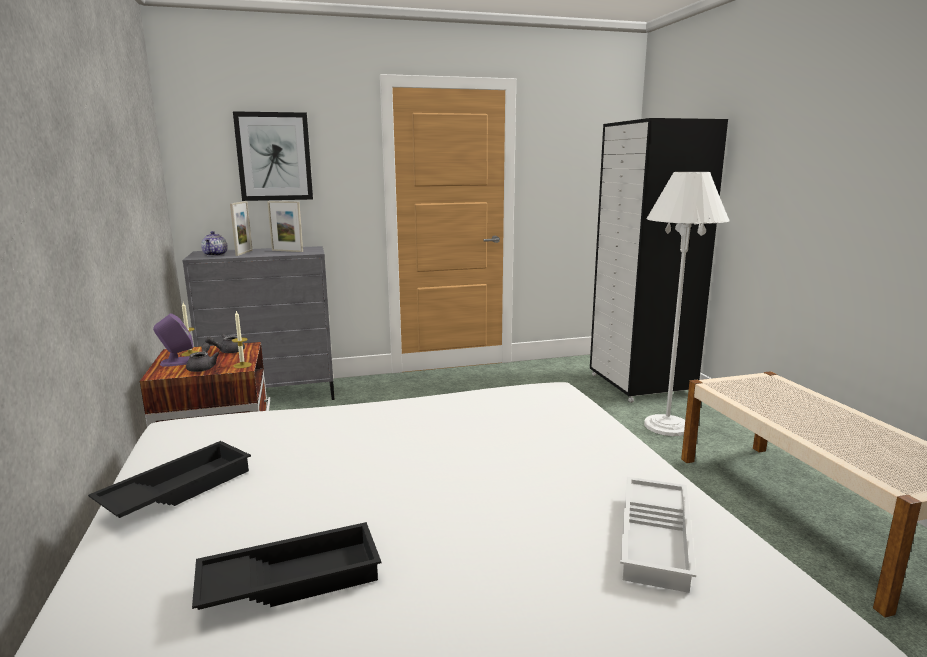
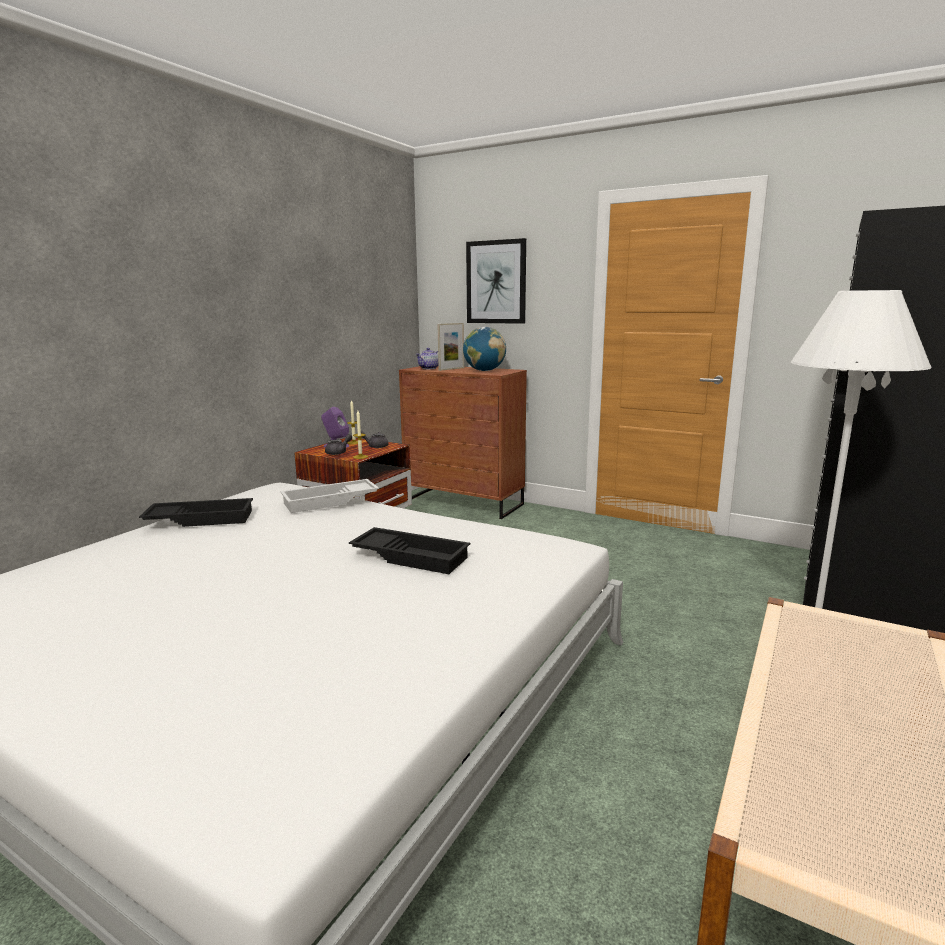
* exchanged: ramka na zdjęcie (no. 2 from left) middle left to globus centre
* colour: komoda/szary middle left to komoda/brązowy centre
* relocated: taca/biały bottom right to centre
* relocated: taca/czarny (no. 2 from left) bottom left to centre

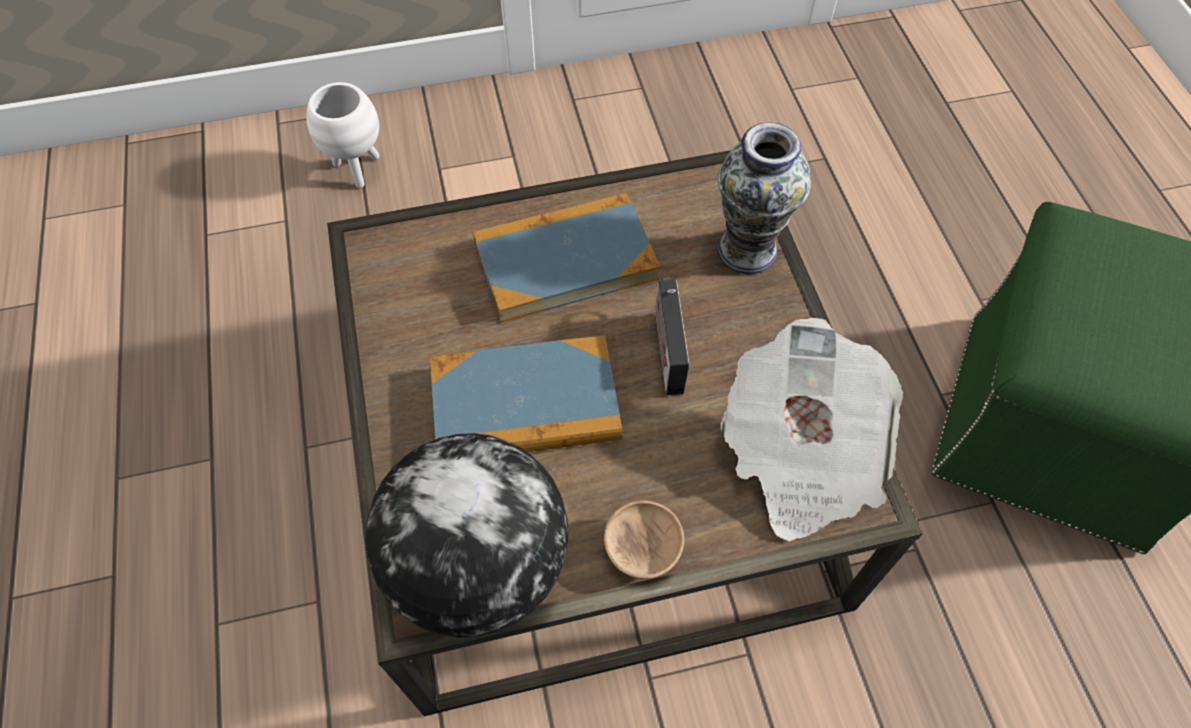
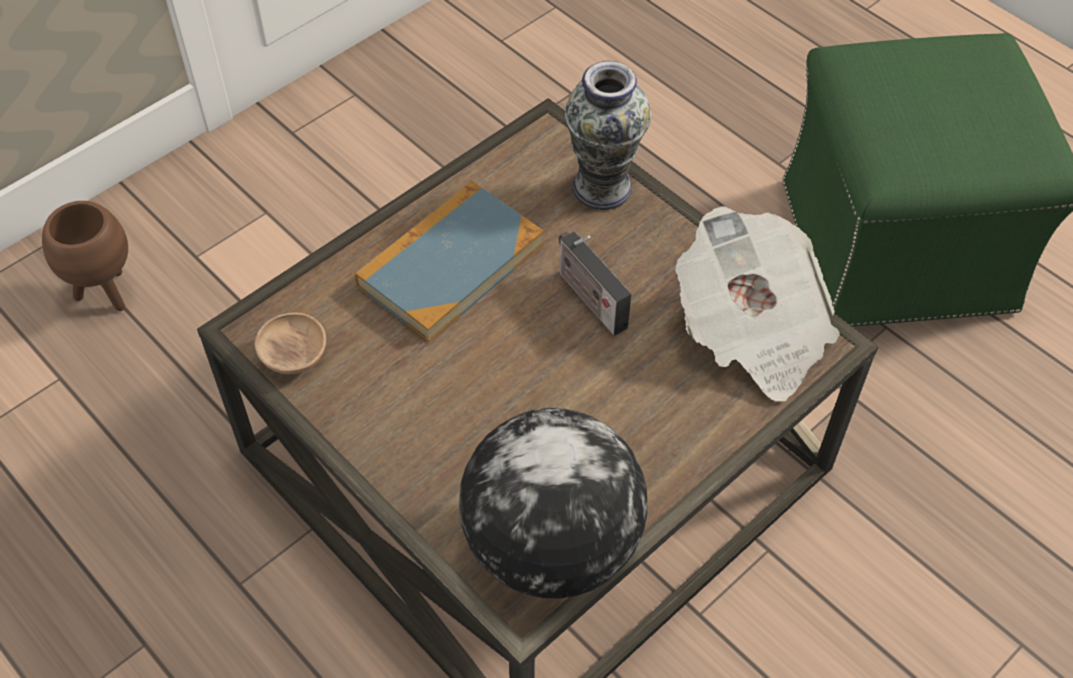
* colour: donica/biały top left to donica/brązowy middle left
* missing: książka (no. 1 from left) centre
* relocated: miska/brązowy bottom centre to middle left

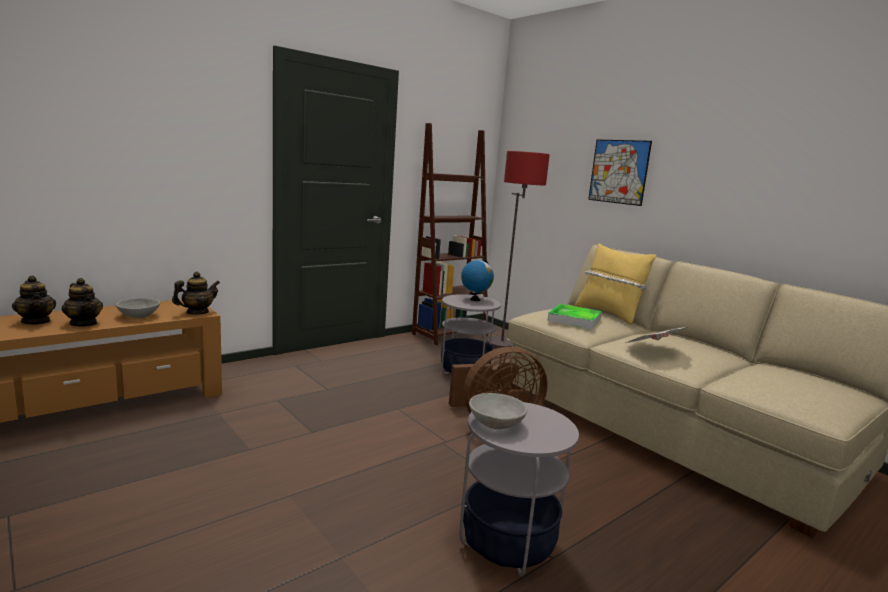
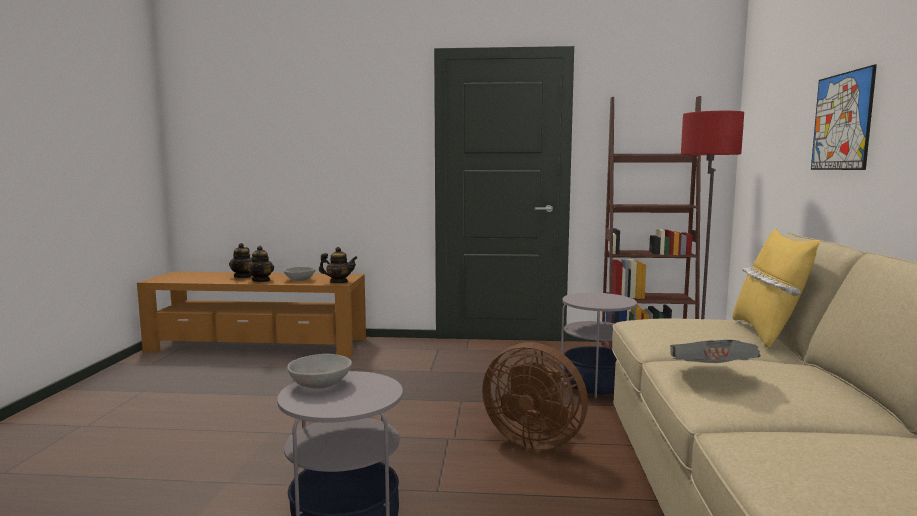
* missing: globus centre
* missing: taca centre

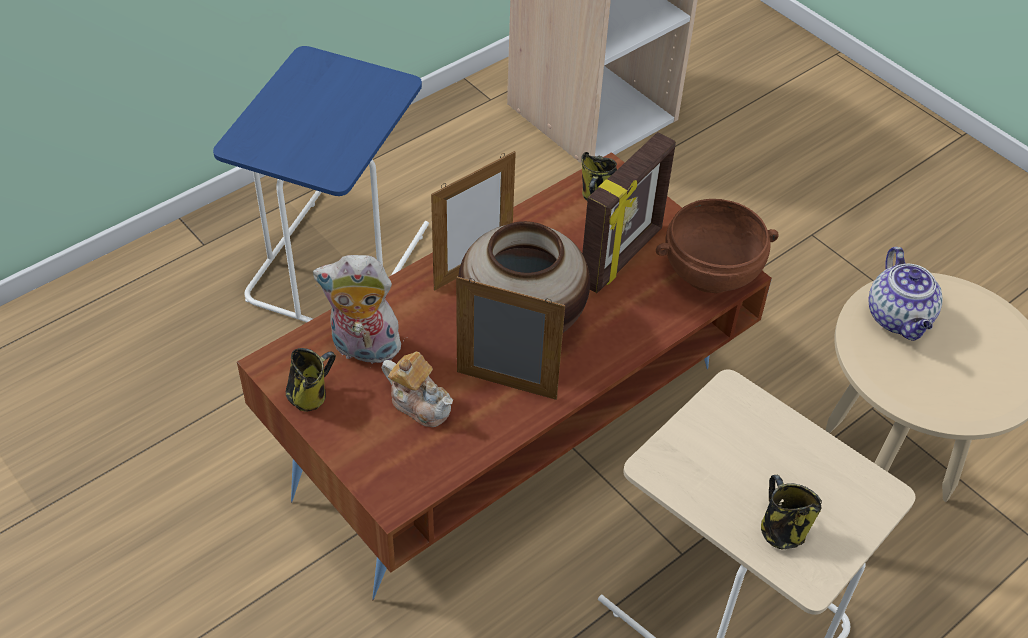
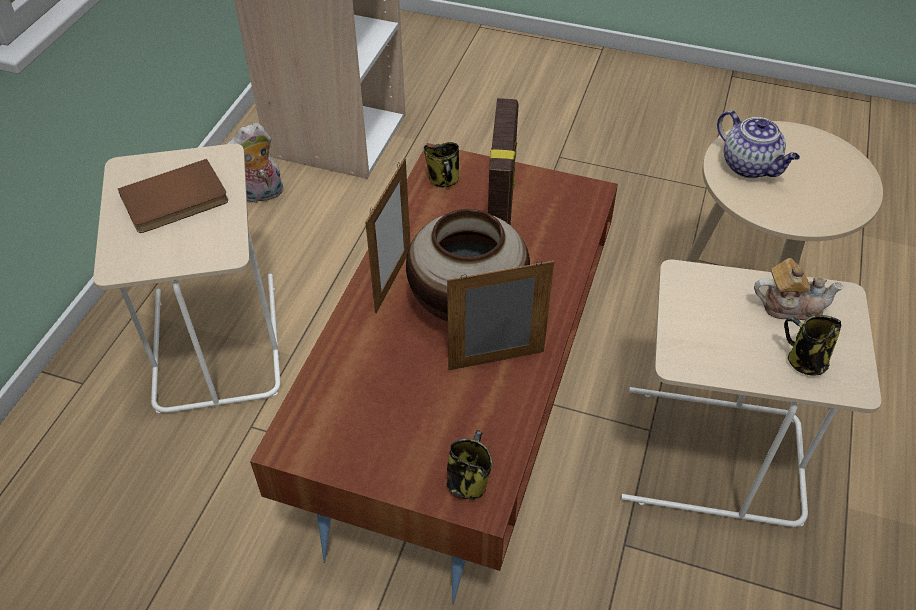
* colour: stolik/niebieski top left to stolik/beżowy (no. 1 from left) middle left
* missing: miska/brązowy middle right
* relocated: pluszak centre to top left
* relocated: kubek (no. 1 from left in the first image) middle left to kubek (no. 2 from left) bottom centre
* relocated: imbryk (no. 1 from left in the first image) centre to imbryk (no. 2 from left) middle right
* appeared: książka/brązowy top left

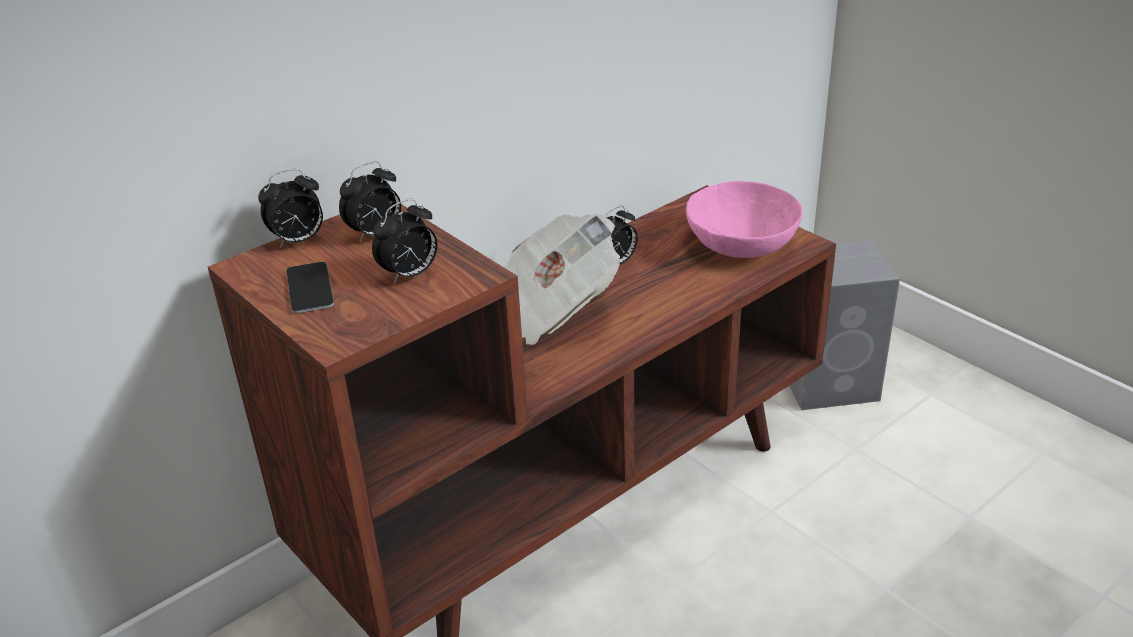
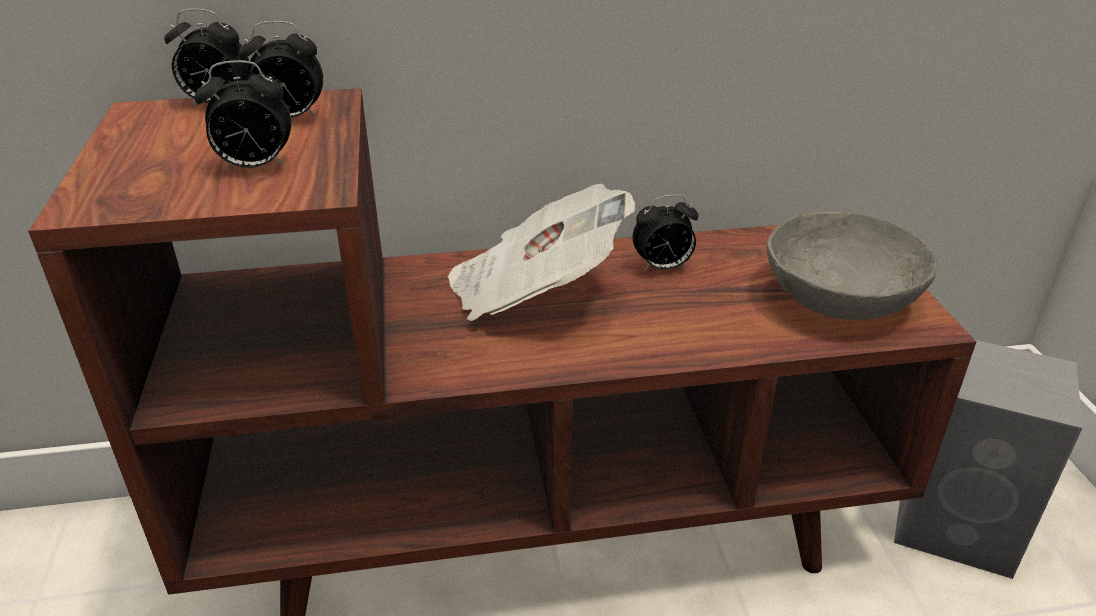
* colour: miska/różowy centre to miska/szary middle right
* missing: telefon middle left

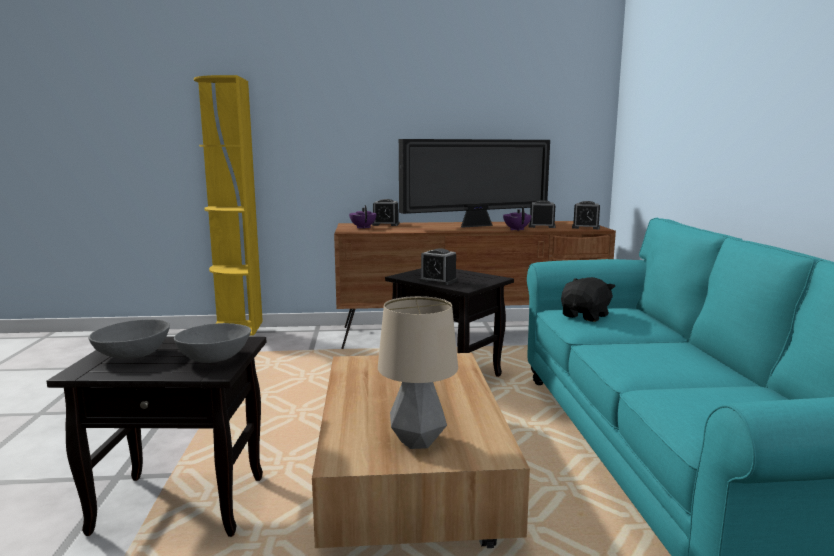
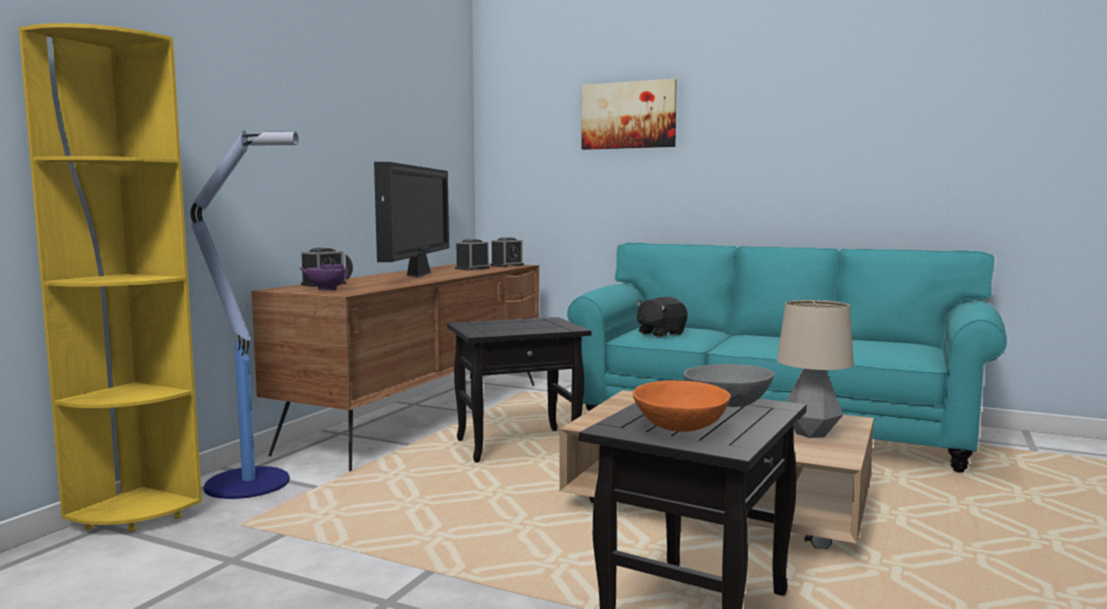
* missing: imbryk/fioletowy (no. 2 from left) centre
* missing: budzik (no. 2 from left) centre
* spun: pluszak/czarny middle right = centre 105 degrees counterclockwise
* colour: miska/szary (no. 1 from left) middle left to miska/pomarańczowy bottom centre
* appeared: obraz top centre
* appeared: lampa stojąca middle left

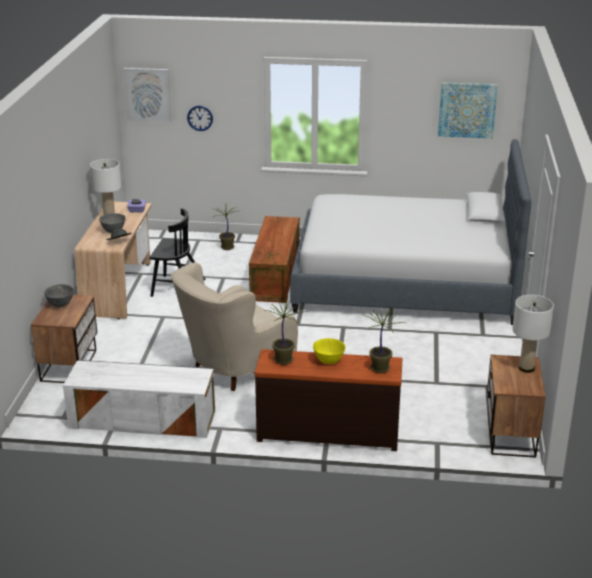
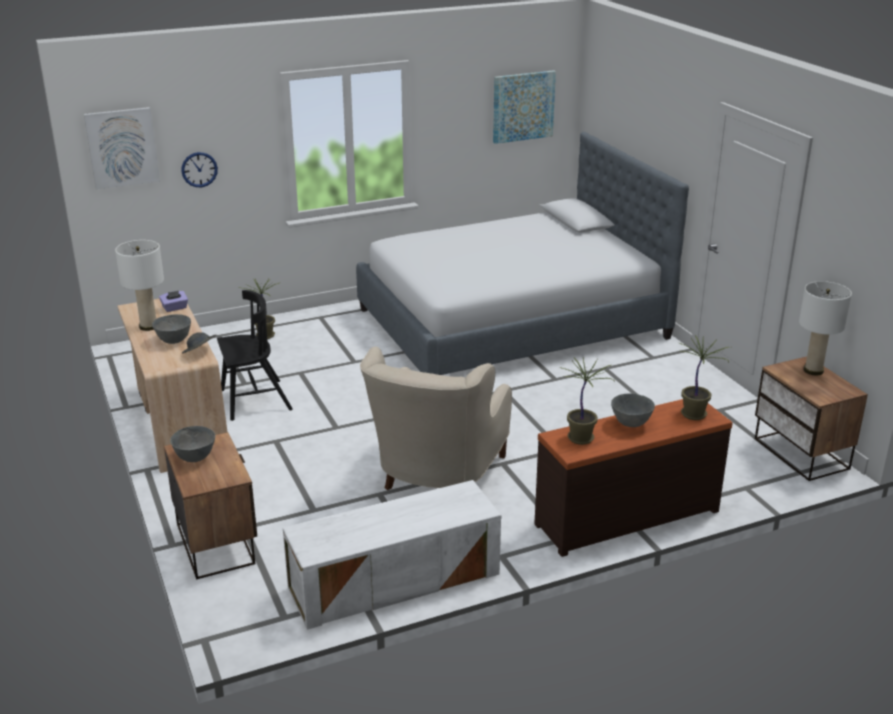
* missing: ławka/brązowy centre
* colour: miska/żółty centre to miska/szary (no. 3 from left) middle right

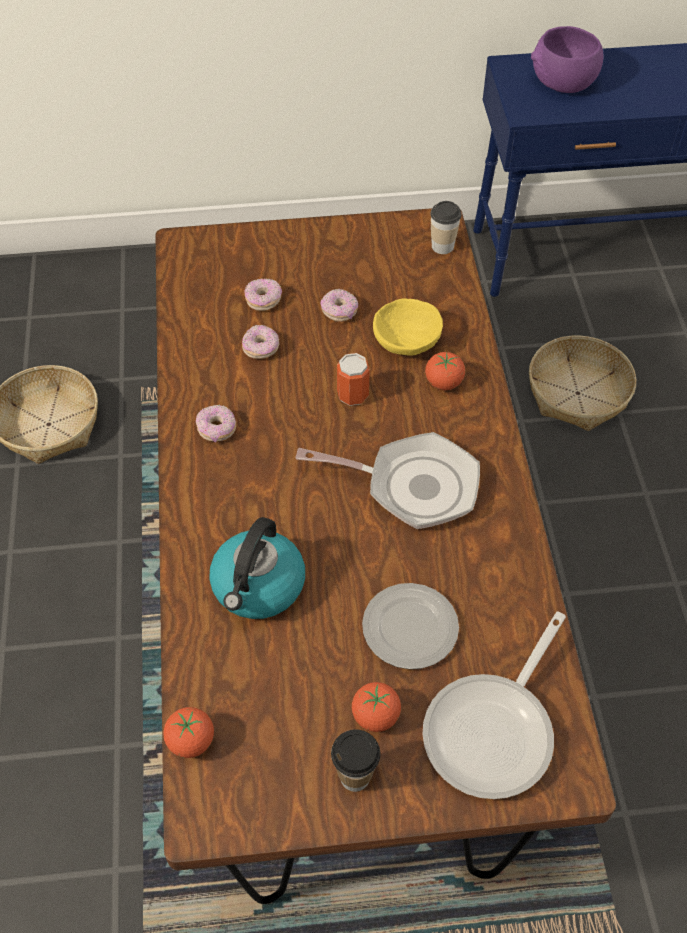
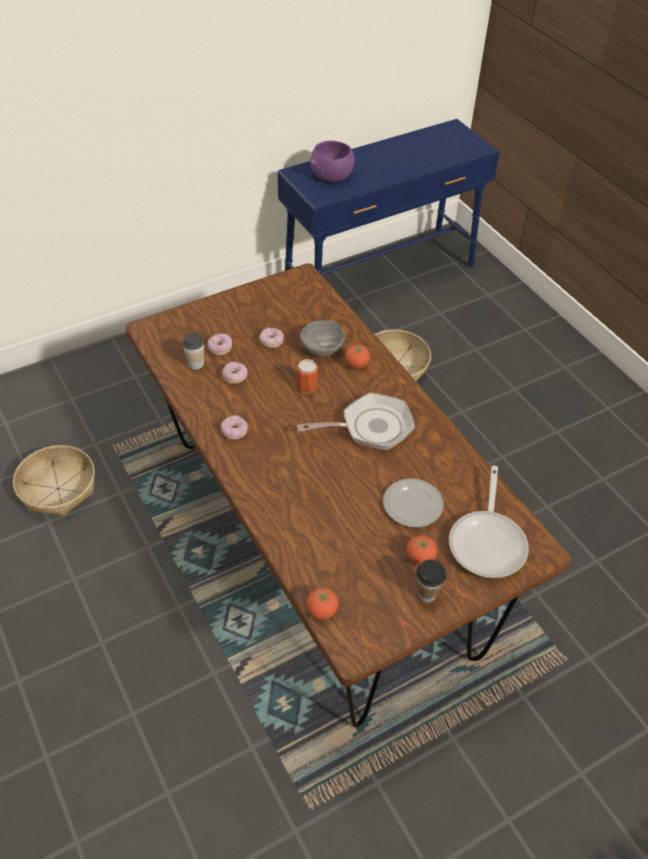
* relocated: filiżanka (no. 2 from left in the first image) top centre to filiżanka (no. 1 from left) middle left
* colour: miska/żółty centre to miska/szary centre
* missing: czajnik centre

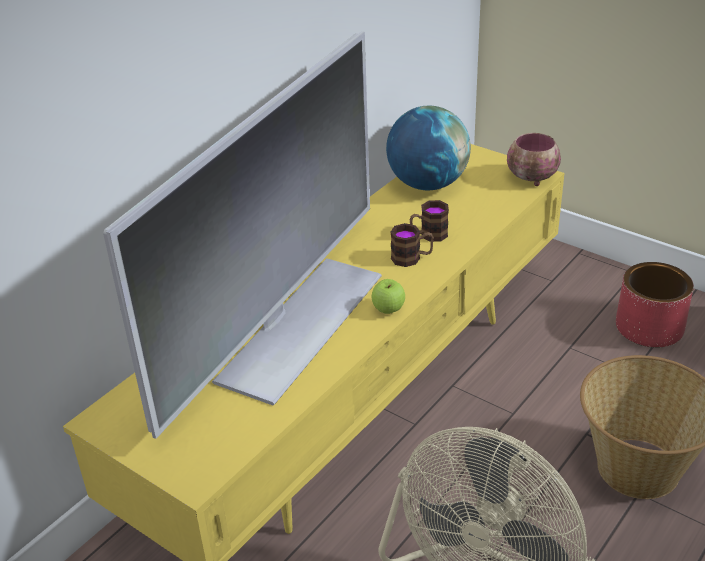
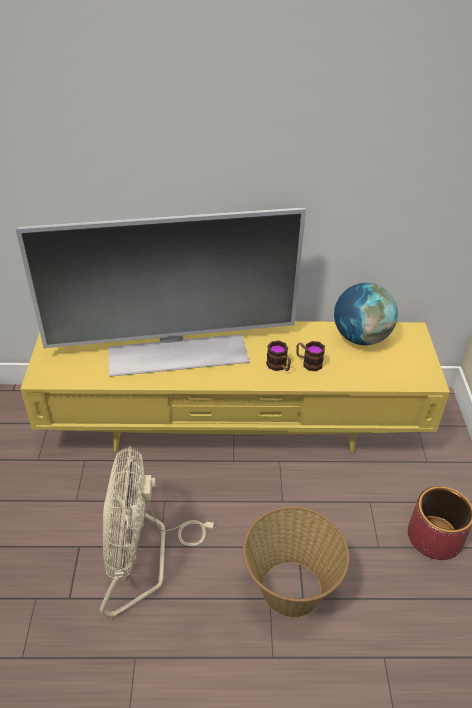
* missing: miska top right
* missing: jabłko centre

